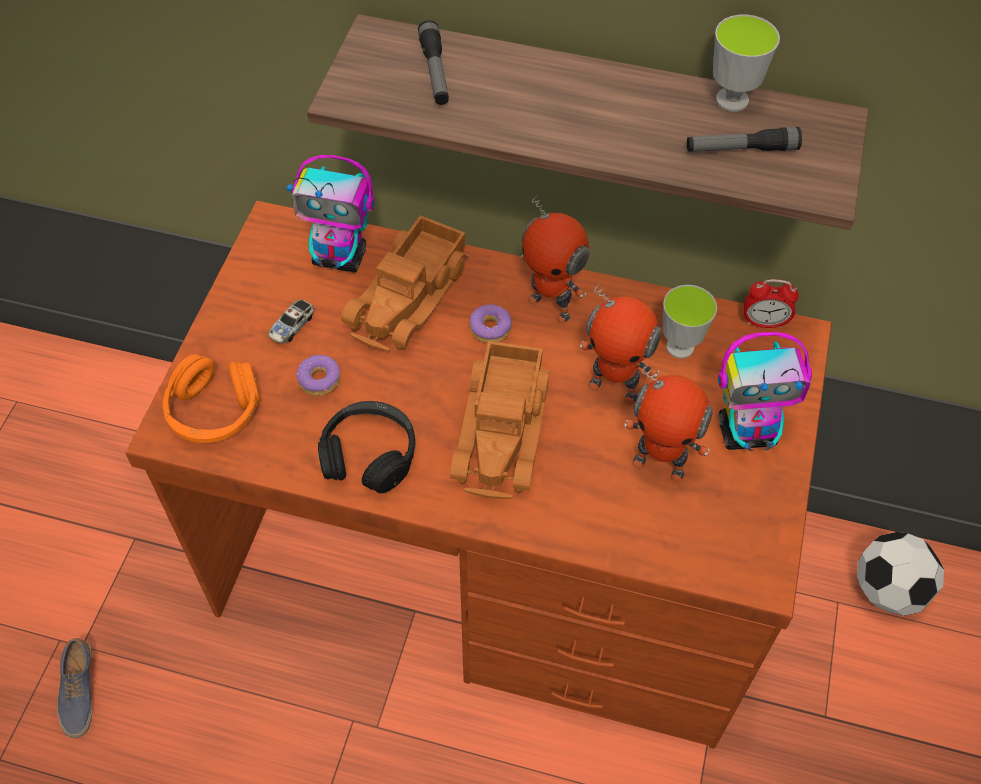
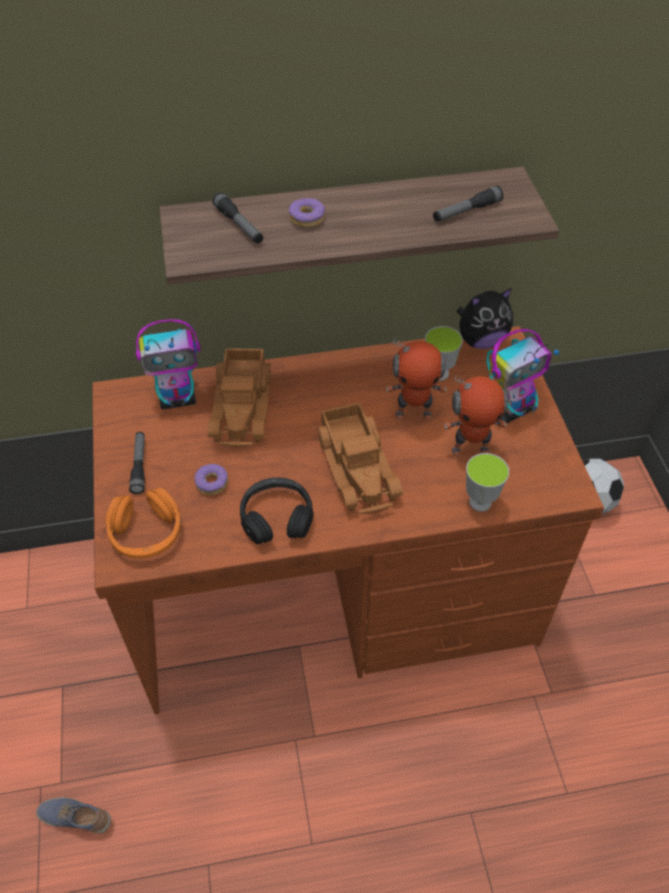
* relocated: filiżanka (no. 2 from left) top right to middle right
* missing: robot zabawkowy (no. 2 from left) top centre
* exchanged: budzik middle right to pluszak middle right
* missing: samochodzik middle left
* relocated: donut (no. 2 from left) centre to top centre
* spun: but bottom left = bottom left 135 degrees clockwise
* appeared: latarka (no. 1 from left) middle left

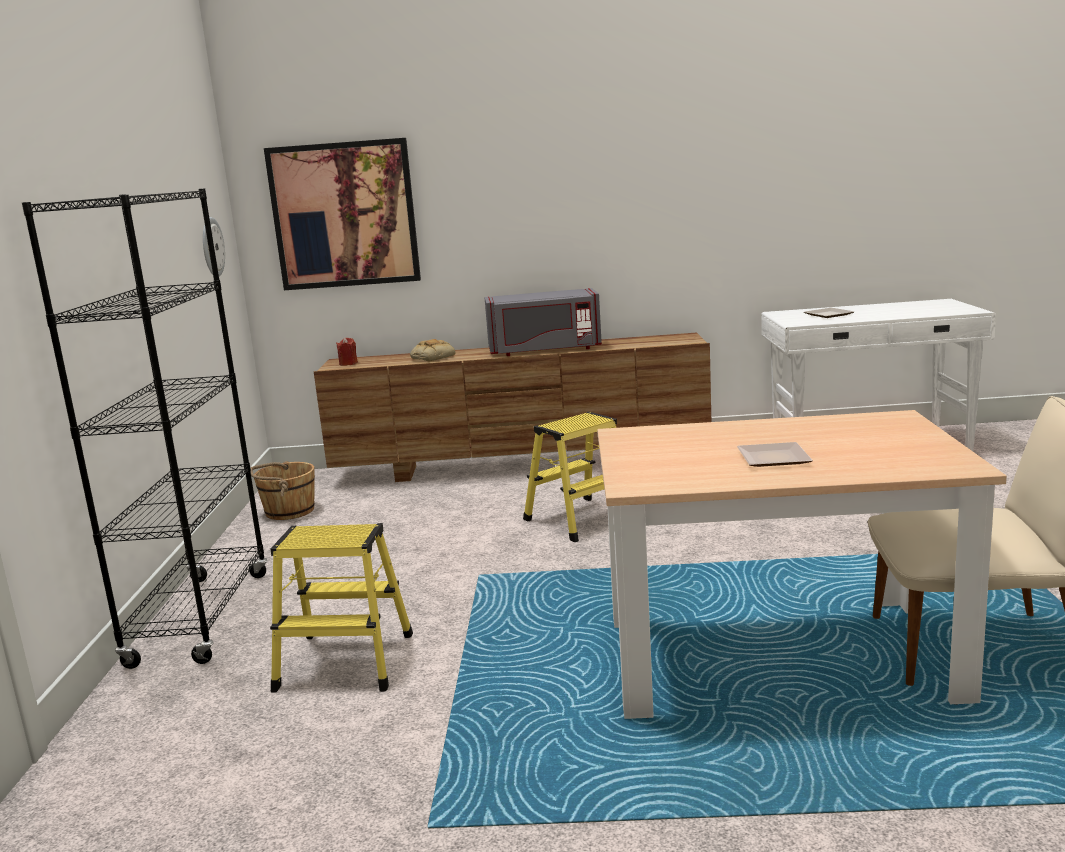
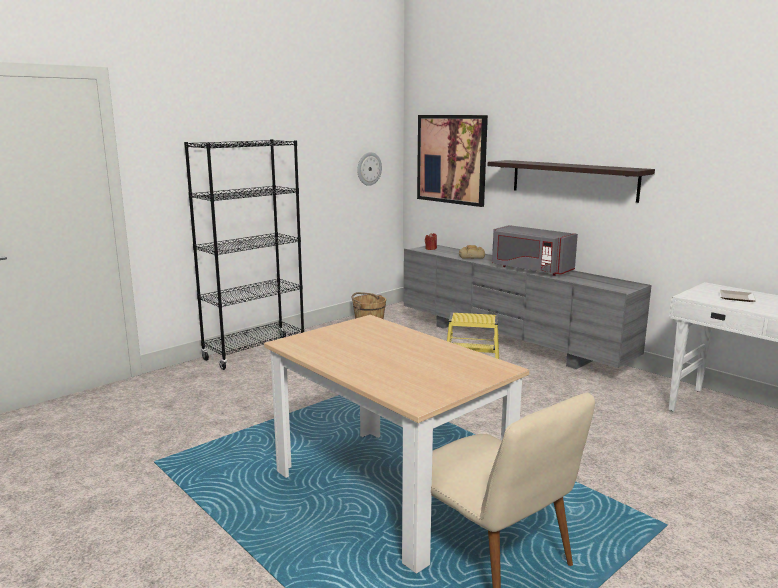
* colour: szafka/brązowy centre to szafka/szary middle right
* missing: talerz (no. 1 from left) middle right
* missing: drabinka/żółty (no. 1 from left) bottom left
* appeared: półka top right

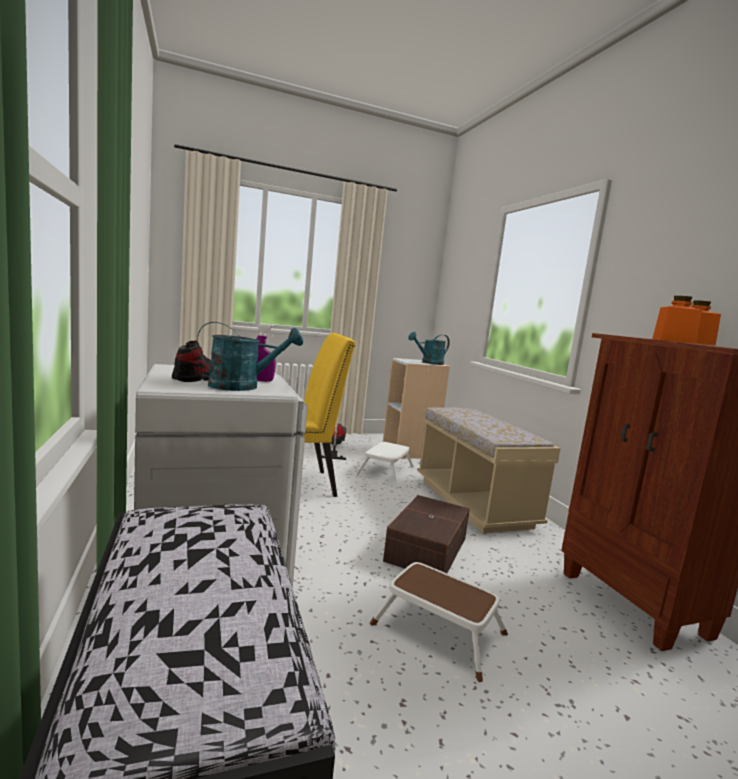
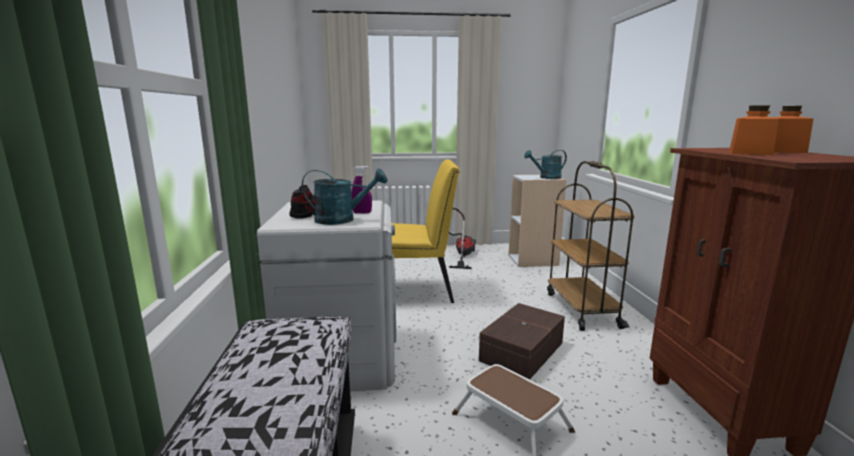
* exchanged: ławka/beżowy centre to wózek/brązowy middle right
* missing: drabinka/biały centre

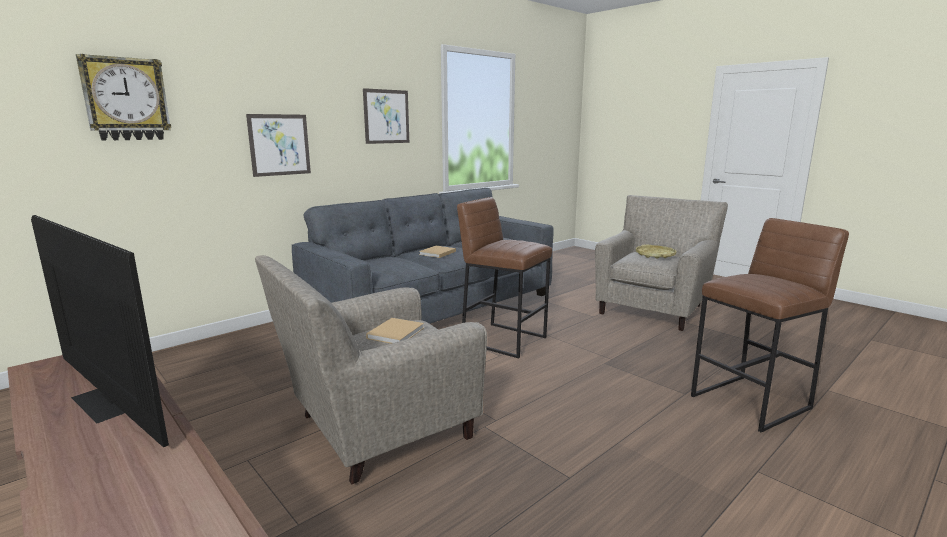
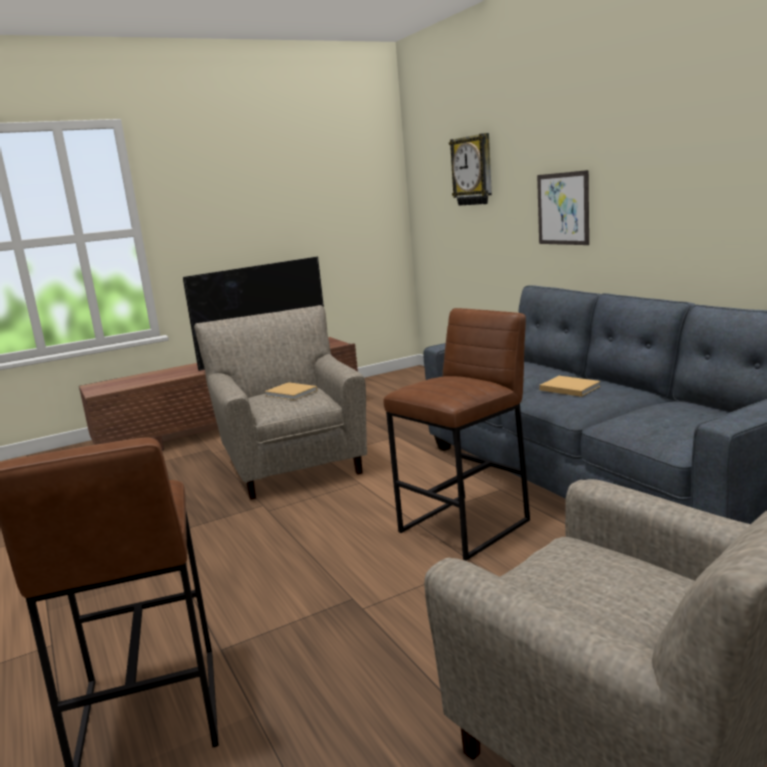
* missing: obraz (no. 2 from left) top centre
* missing: taca/żółty middle right

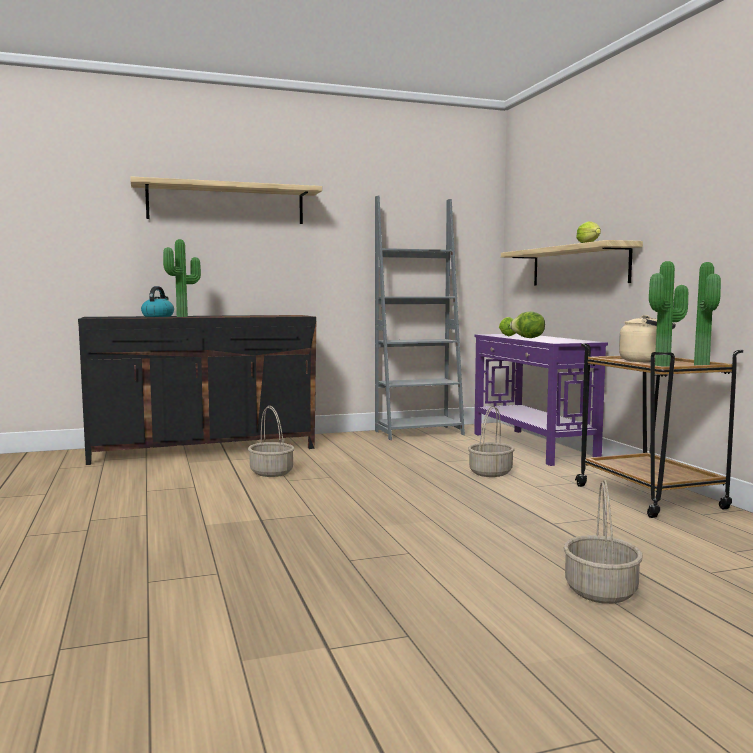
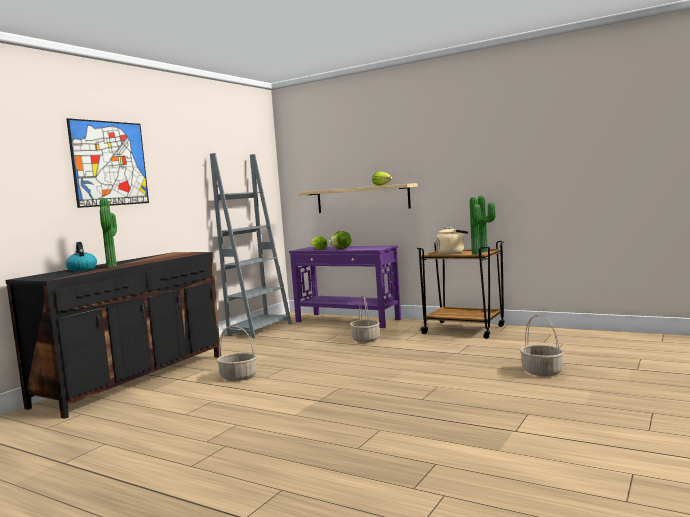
* exchanged: półka (no. 1 from left) top left to obraz top left

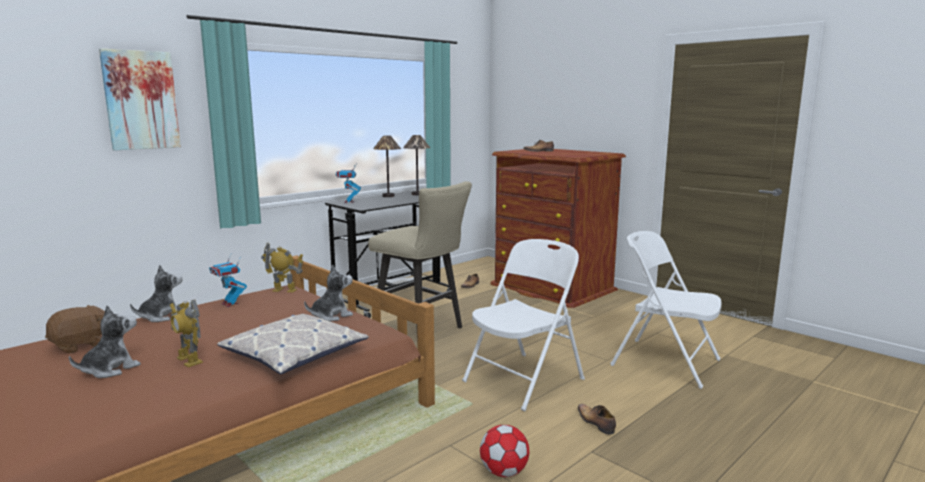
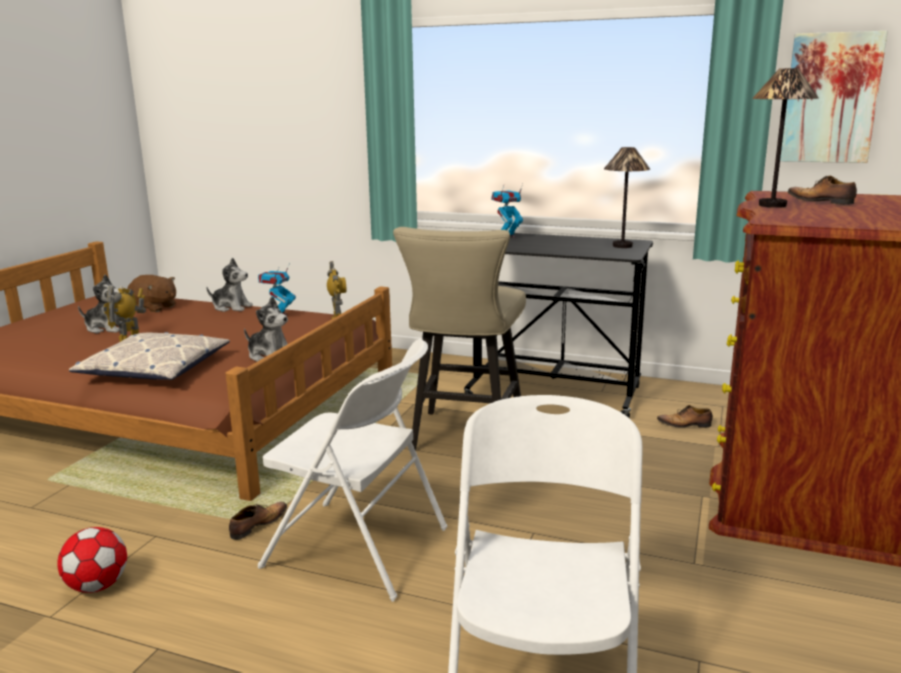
* relocated: obraz top left to top right
* relocated: lampa stołowa (no. 1 from left in the first image) centre to lampa stołowa (no. 2 from left) top right
* relocated: but (no. 3 from left in the first image) bottom centre to but (no. 1 from left) bottom left

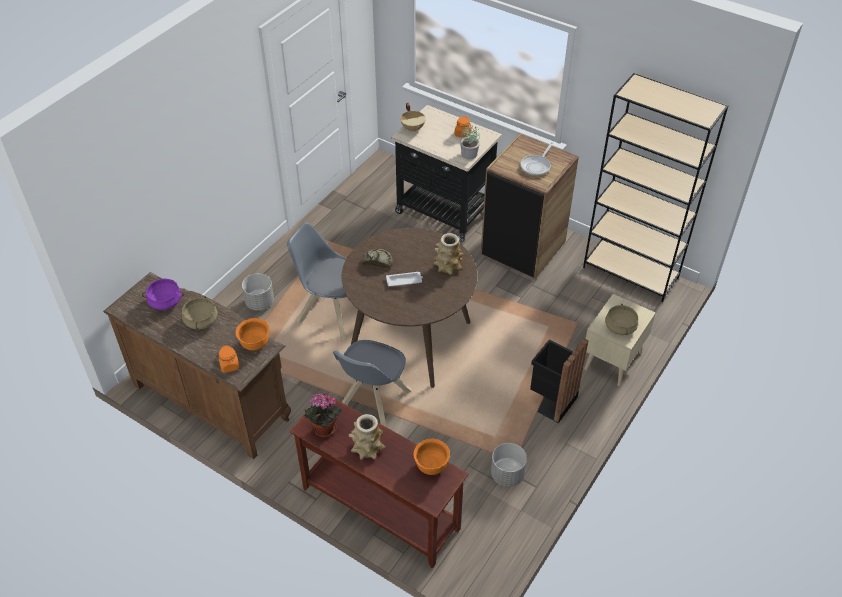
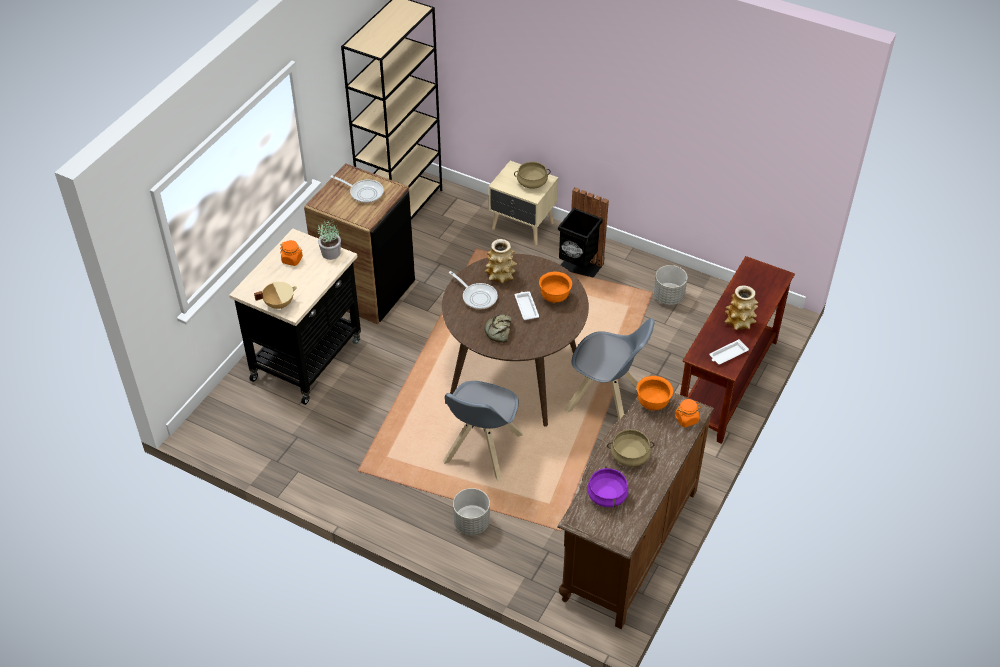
* exchanged: roślina doniczkowa (no. 1 from left) bottom centre to taca/biały (no. 2 from left) middle right
* relocated: miska/pomarańczowy (no. 2 from left in the first image) bottom centre to miska/pomarańczowy (no. 1 from left) centre
* appeared: patelnia (no. 2 from left) centre

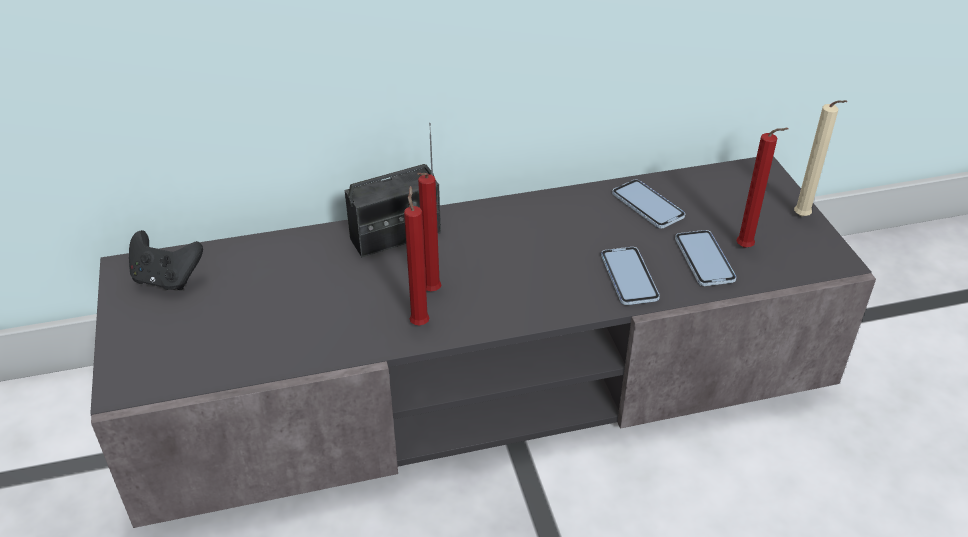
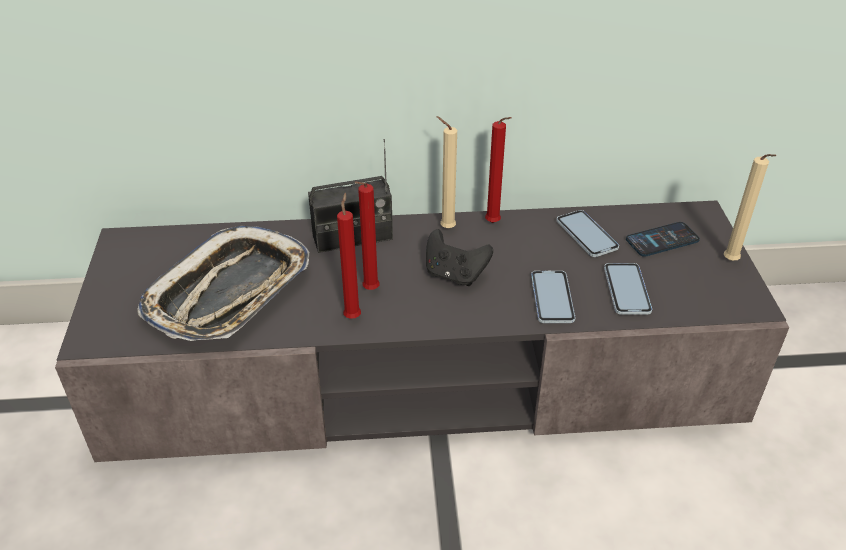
* relocated: świeca/czerwony (no. 3 from left) middle right to top centre
* relocated: pad do gier/czarny middle left to centre
* appeared: świeca/beżowy (no. 1 from left) top centre
* appeared: telefon (no. 4 from left) middle right
* appeared: taca middle left

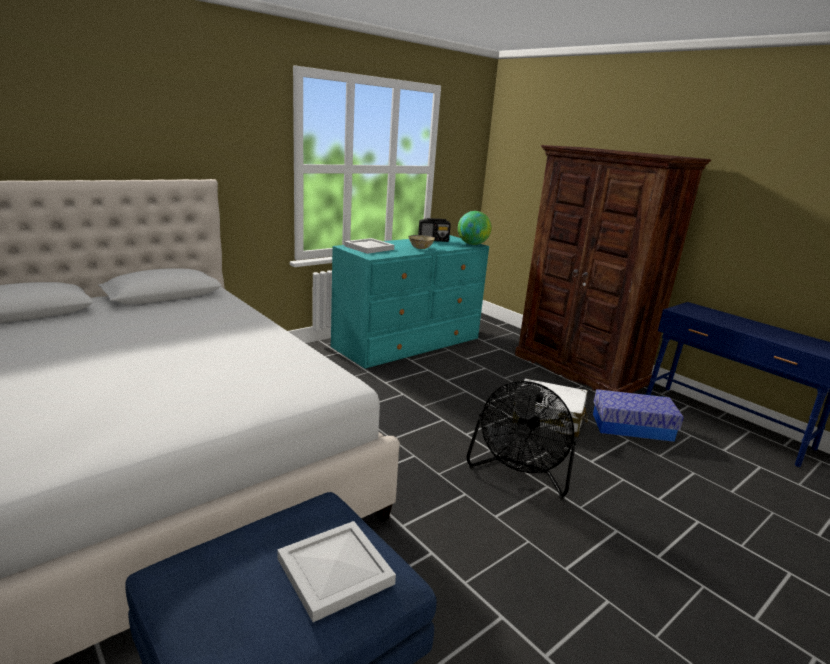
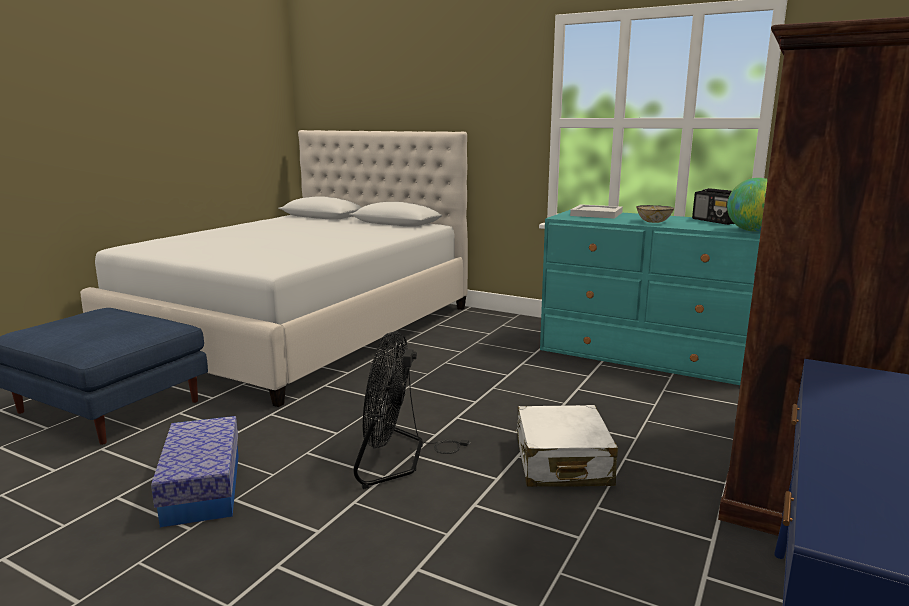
* relocated: pojemnik do przechowywania middle right to bottom left
* missing: taca/biały (no. 1 from left) bottom centre

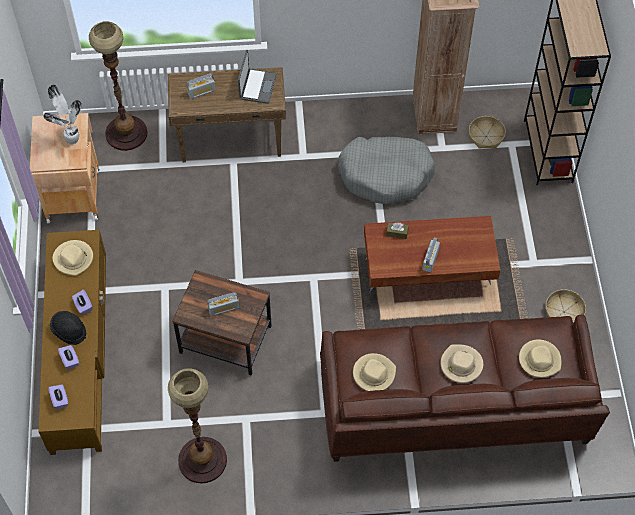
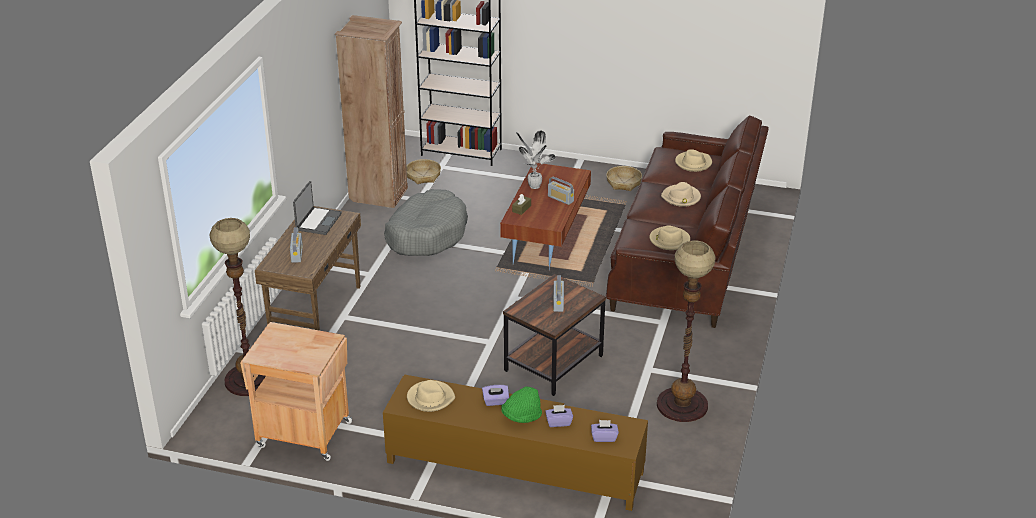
* spun: laptop top centre = middle left 75 degrees clockwise
* relocated: roślina doniczkowa top left to top centre
* colour: kapelusz/czarny middle left to kapelusz/zielony bottom centre

